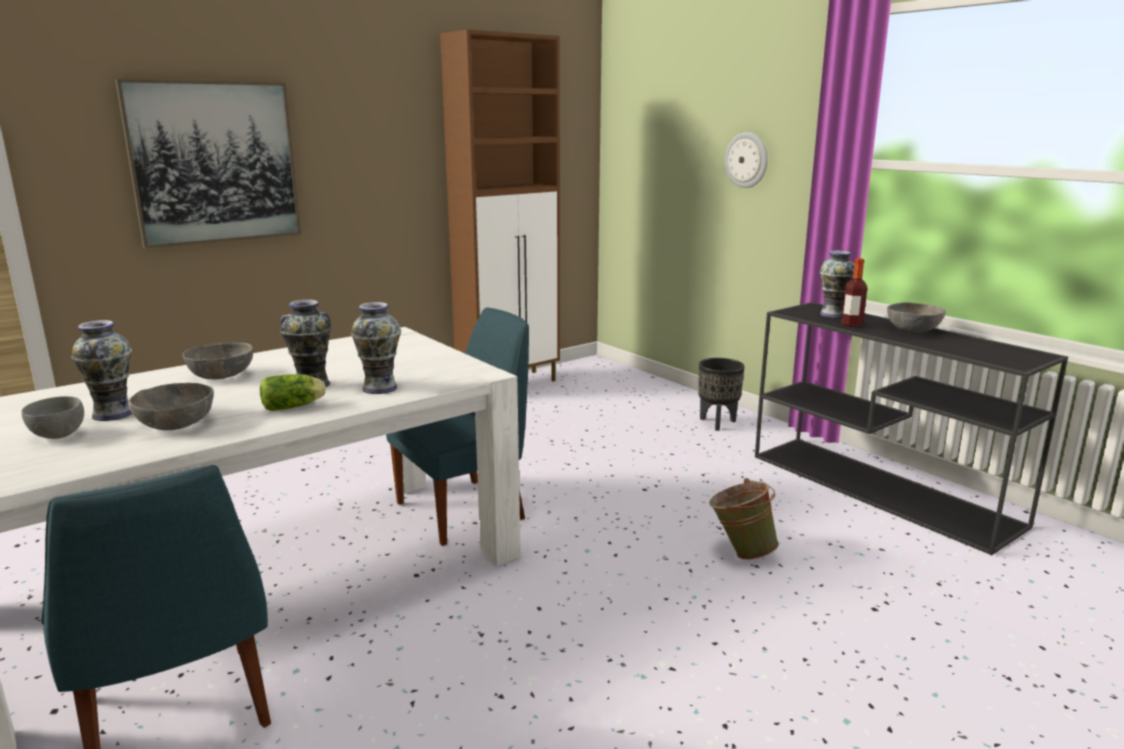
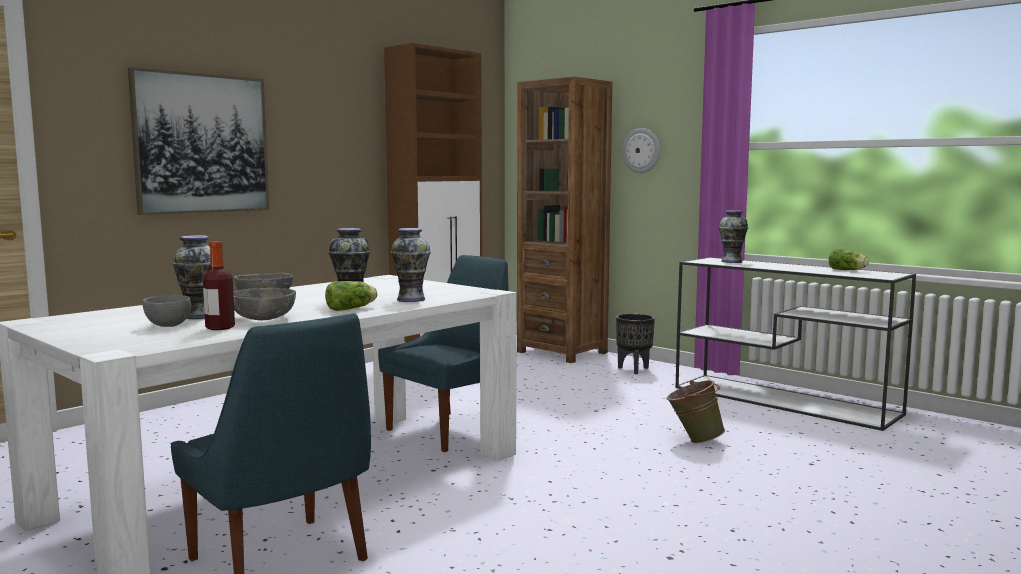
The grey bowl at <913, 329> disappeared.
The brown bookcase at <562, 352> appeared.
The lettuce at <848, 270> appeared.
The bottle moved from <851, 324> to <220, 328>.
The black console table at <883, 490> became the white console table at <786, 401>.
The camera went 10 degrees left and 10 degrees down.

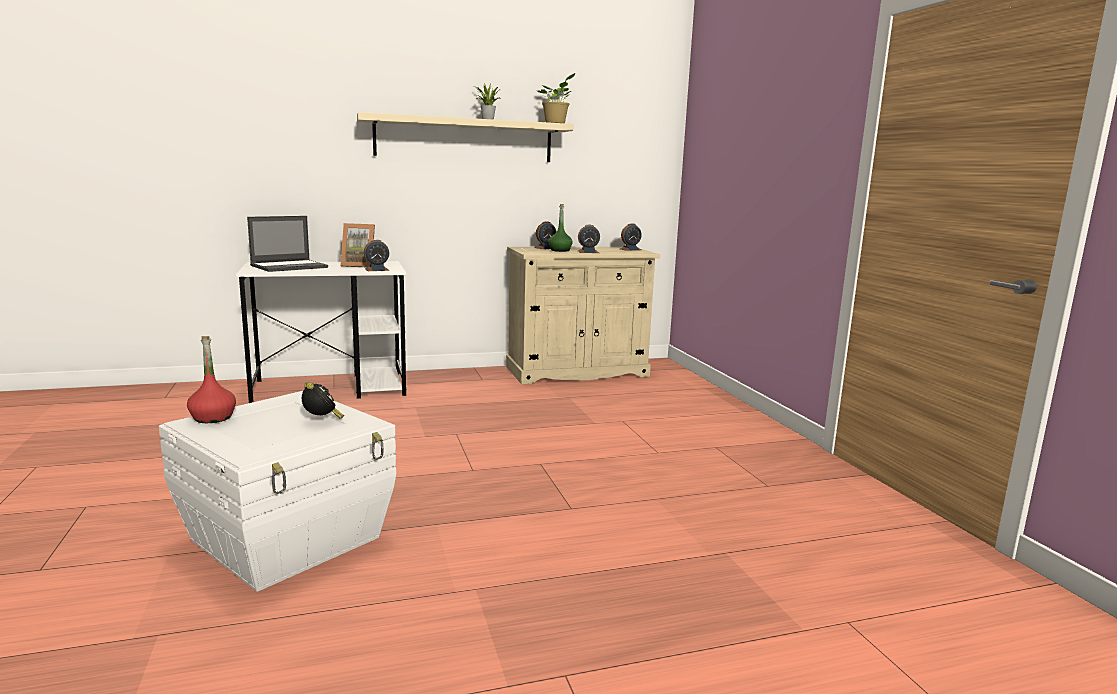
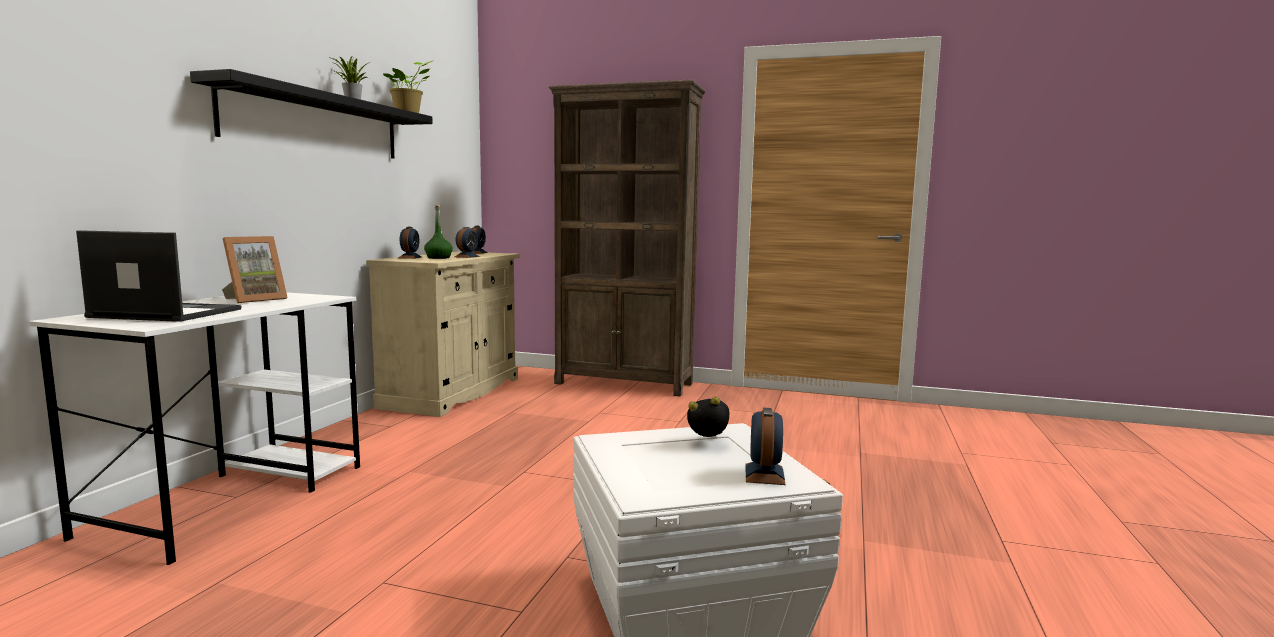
The red bottle at <213, 418> disappeared.
The brown bookcase at <624, 384> appeared.
The alarm clock moved from <377, 269> to <764, 474>.
The beige shelf at <464, 139> became the black shelf at <317, 124>.
The laptop at <290, 266> turned 75 degrees counterclockwise.
The camera went 55 degrees left and 5 degrees down.

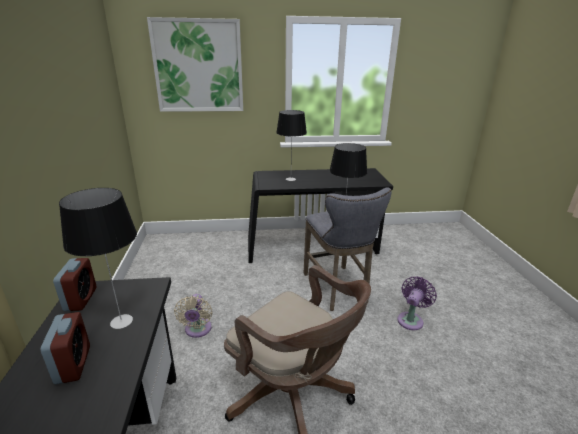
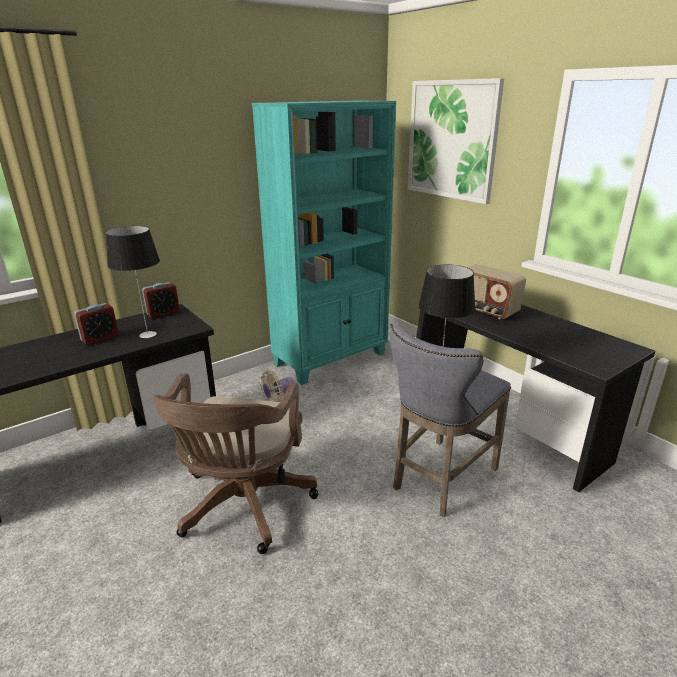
The purple fan at <411, 319> disappeared.
The turquoise bookcase at <331, 359> appeared.
The table lamp at <290, 179> was replaced by the radio at <486, 311>.
The camera went 60 degrees right and 0 degrees up.

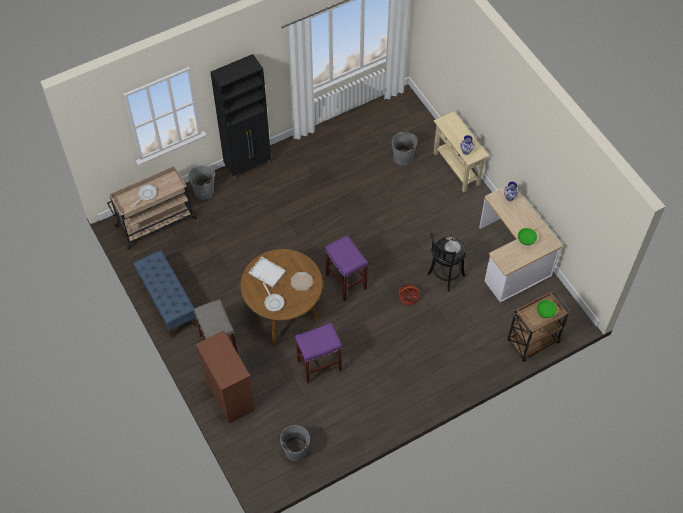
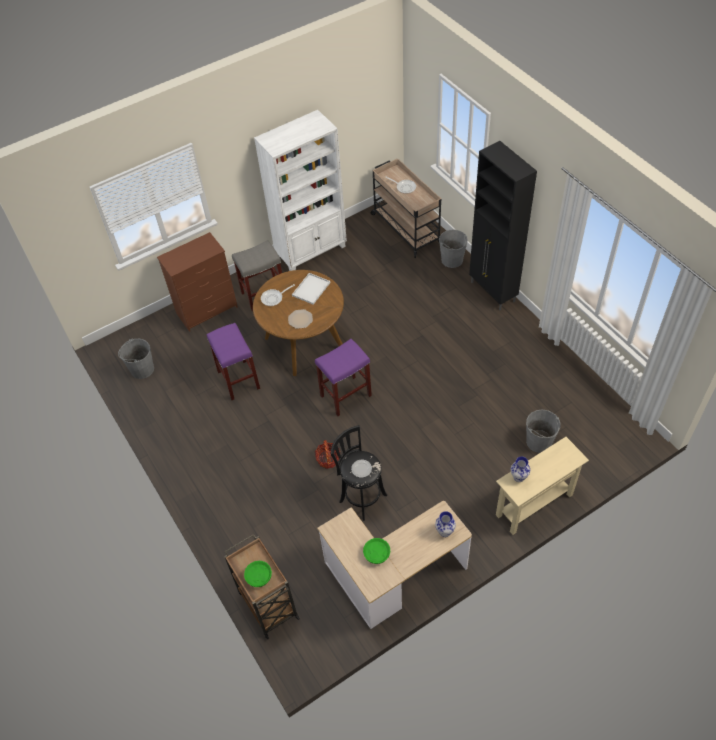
The blue bench at <168, 302> was replaced by the white bookcase at <311, 251>.
The camera went 90 degrees right and 5 degrees down.

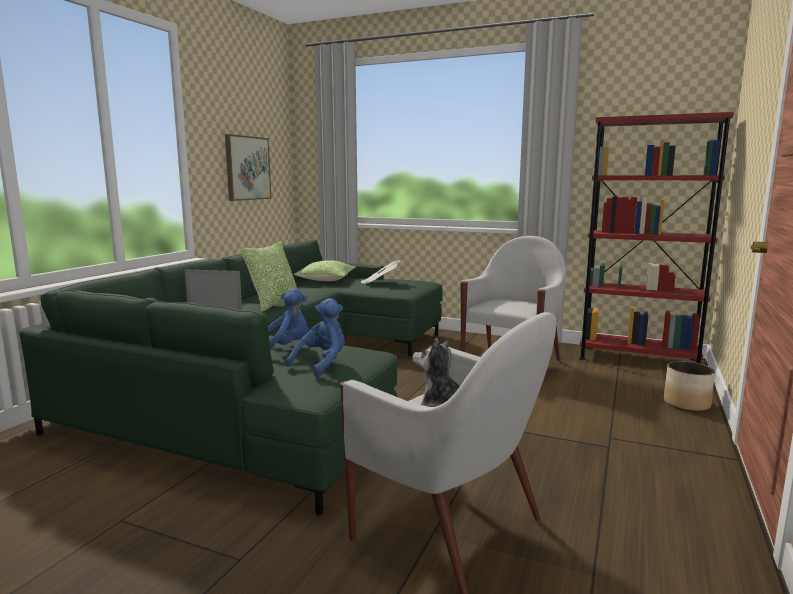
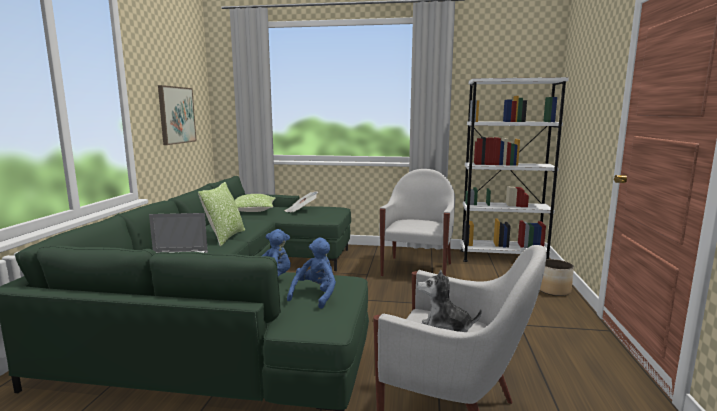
The red bookcase at <637, 359> became the white bookcase at <502, 257>.
The camera went 15 degrees left and 0 degrees up.

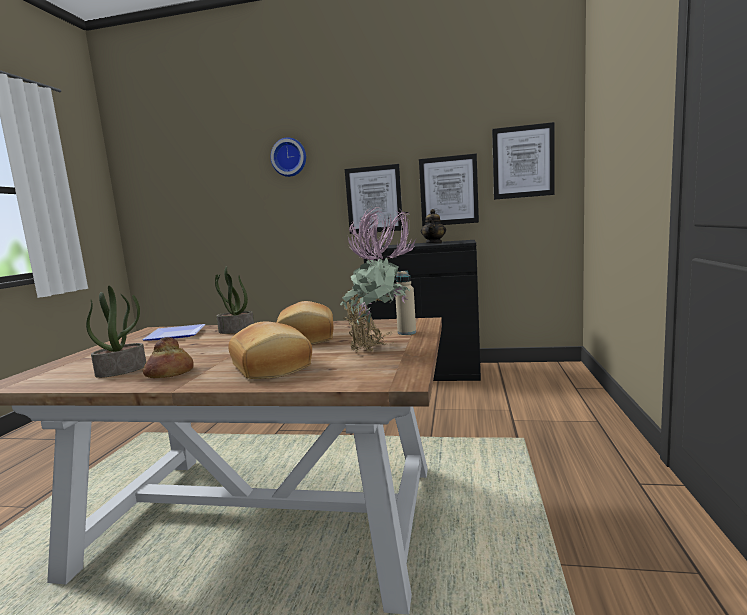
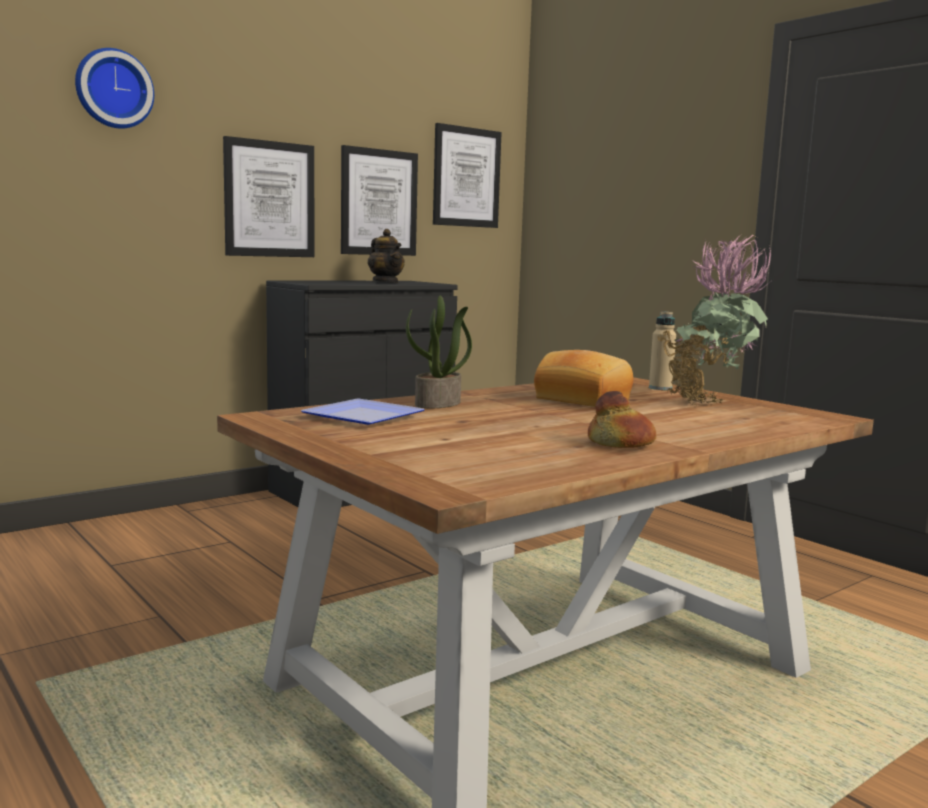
The potted plant at <122, 370> disappeared.
The bread at <273, 366> disappeared.
The camera went 50 degrees left and 0 degrees up.

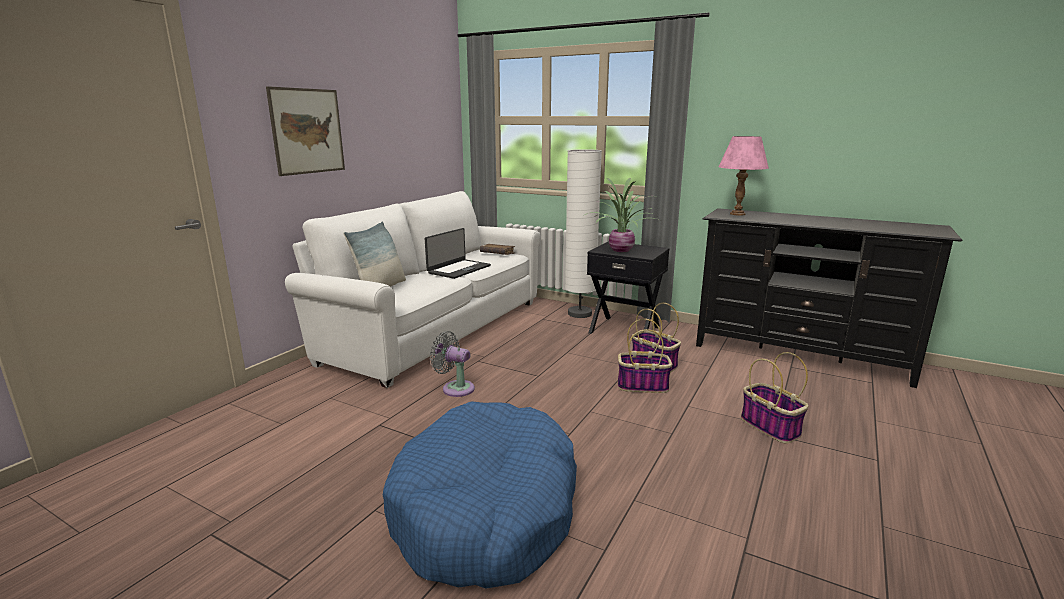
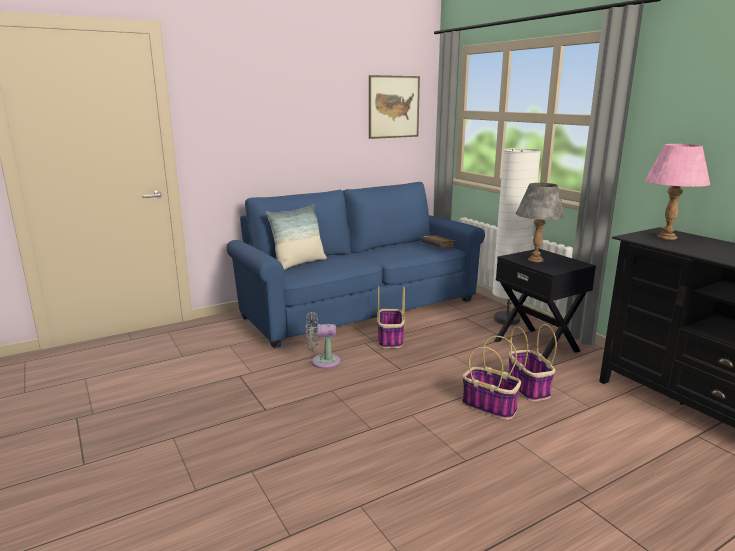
The blue dog bed at <486, 510> disappeared.
The laptop at <458, 269> disappeared.
The picture moved from <307, 131> to <394, 107>.
The basket moved from <771, 427> to <390, 339>.
The potted plant at <621, 250> was replaced by the grey table lamp at <536, 260>.
The white sofa at <433, 329> became the blue sofa at <358, 306>.
The grey fan at <455, 388> turned 60 degrees counterclockwise.
The camera went 30 degrees right and 0 degrees up.

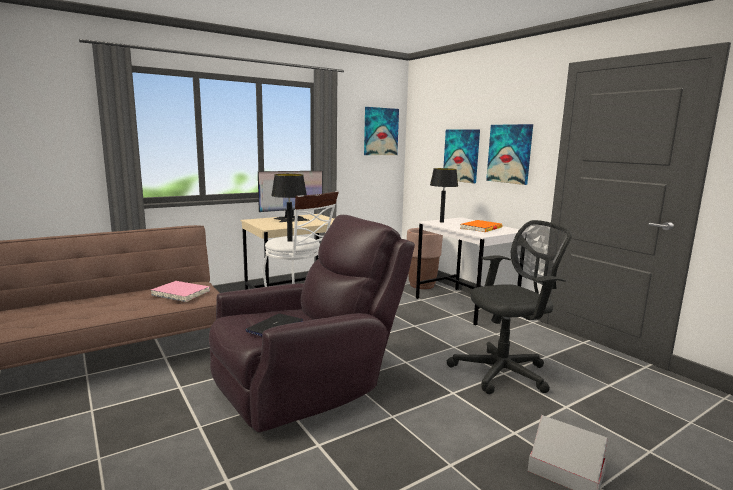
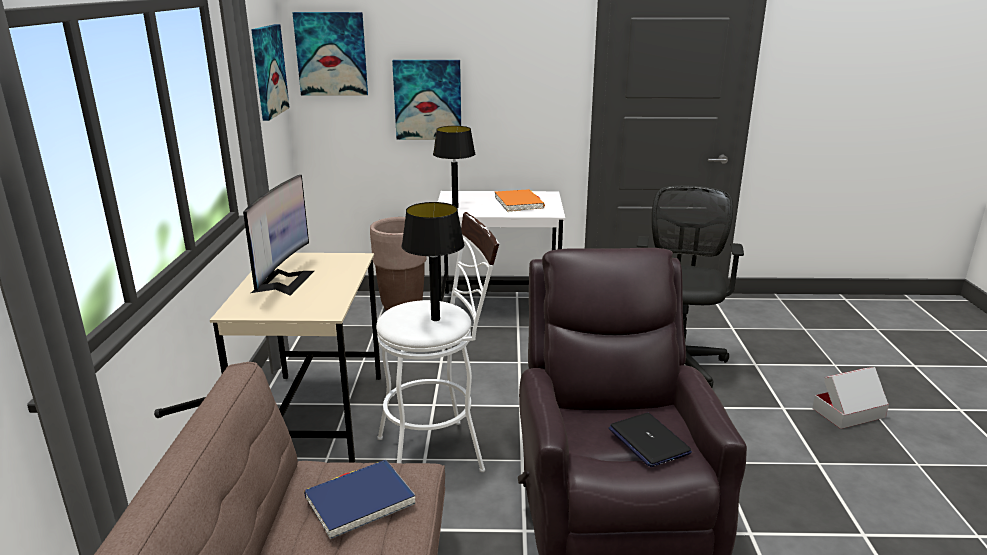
The picture moved from <509, 154> to <331, 54>.
The pink book at <181, 293> became the blue book at <360, 501>.
The camera went 55 degrees left and 10 degrees up.

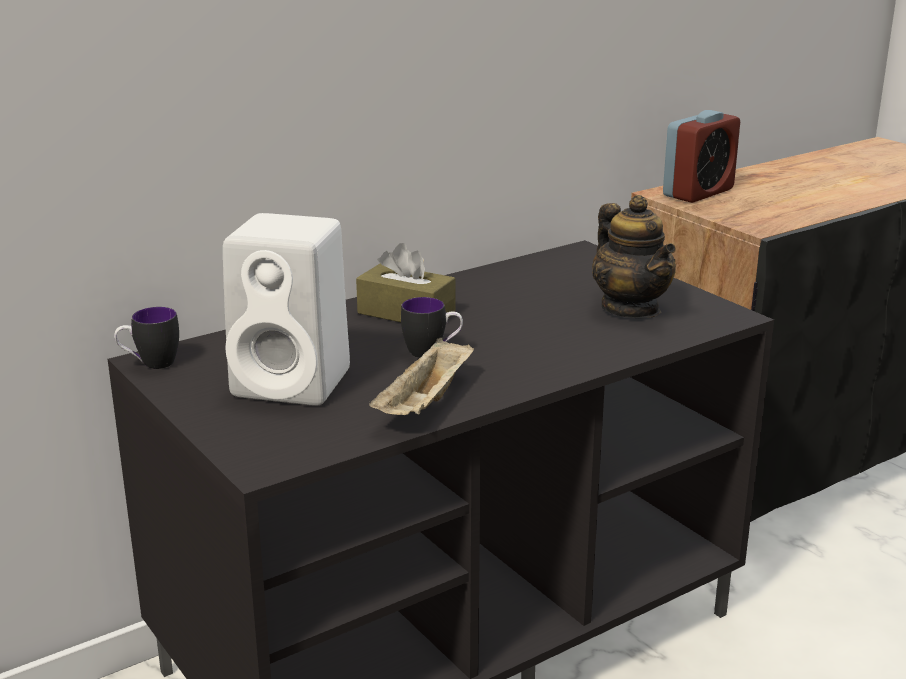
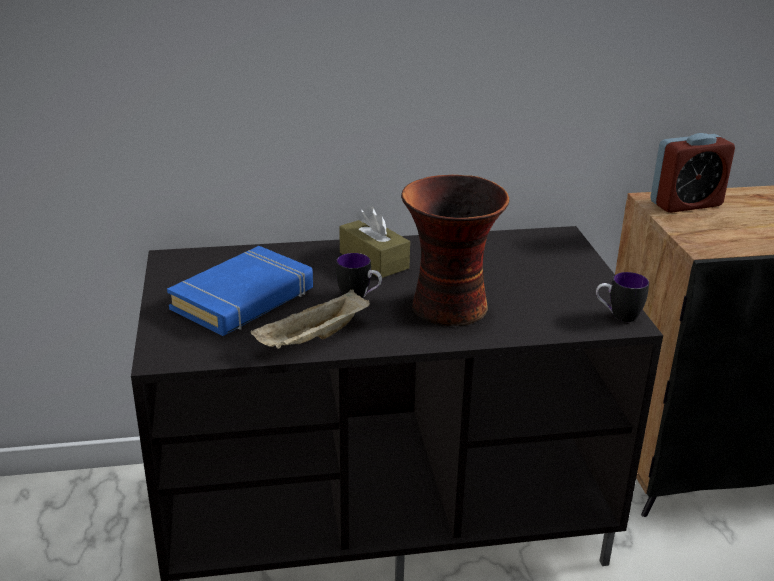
The teapot at <631, 308> disappeared.
The vase at <449, 308> appeared.
The mug moved from <150, 364> to <617, 316>.
The white speaker at <296, 383> was replaced by the blue book at <244, 299>.
The camera went 25 degrees right and 5 degrees up.

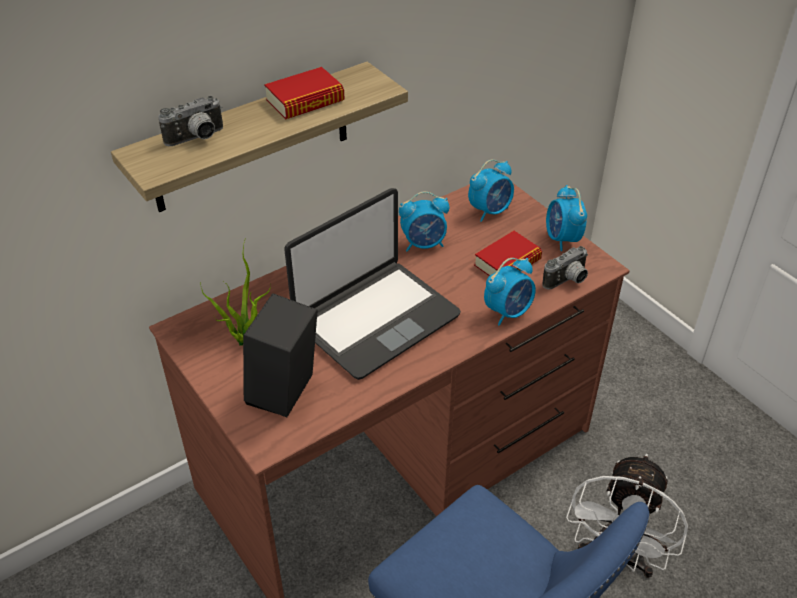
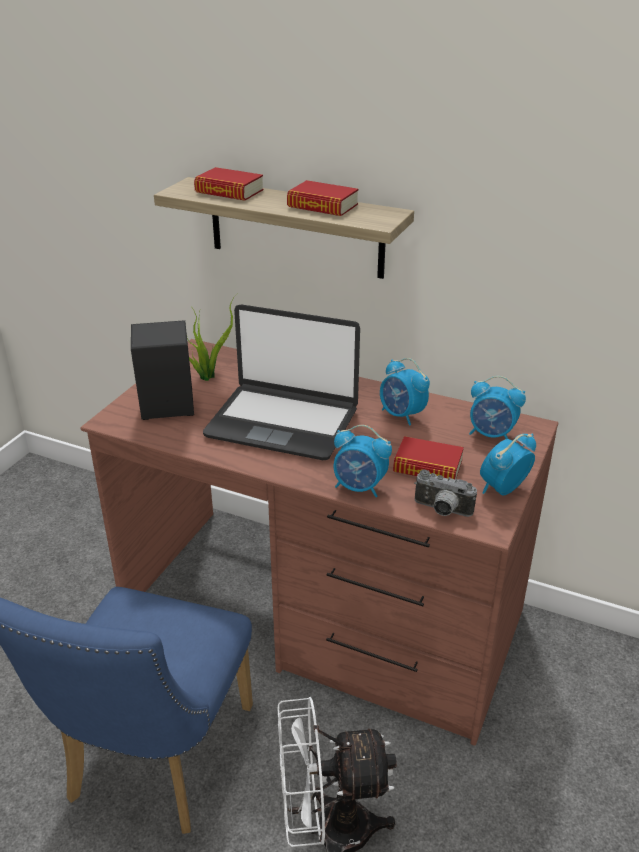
The photo camera at <197, 139> was replaced by the book at <229, 191>.
The camera went 60 degrees right and 10 degrees down.

